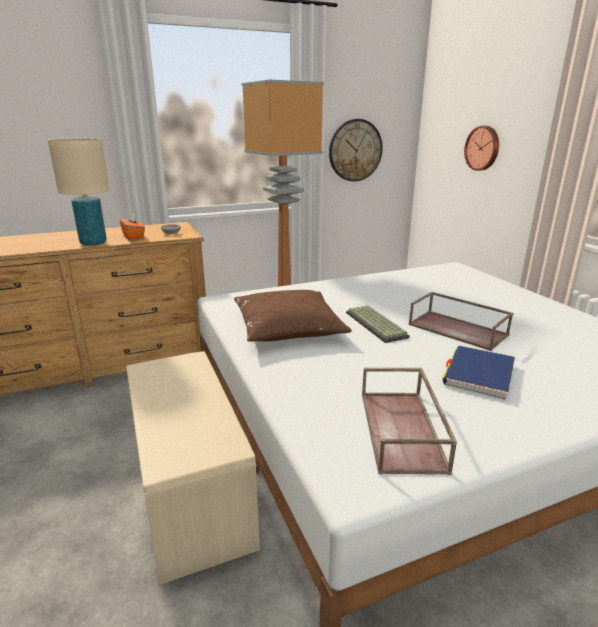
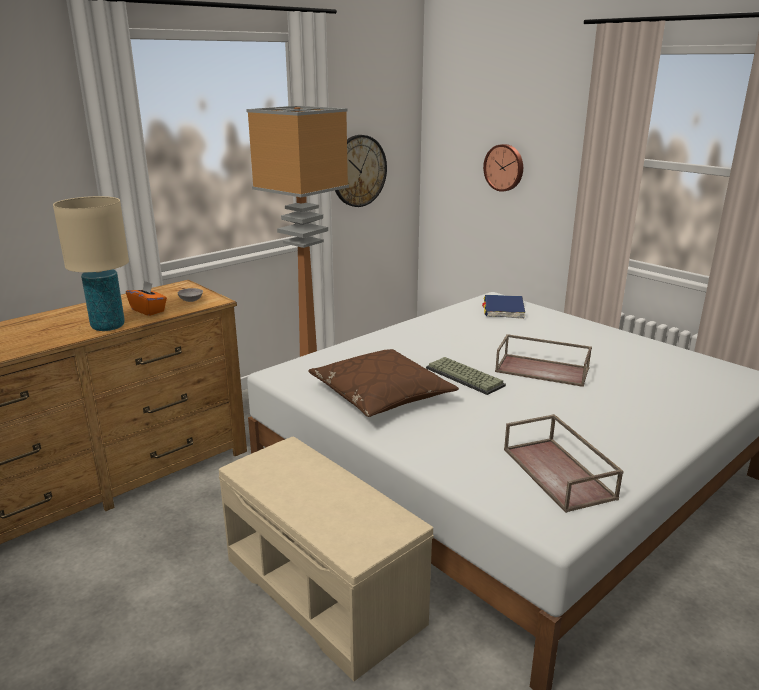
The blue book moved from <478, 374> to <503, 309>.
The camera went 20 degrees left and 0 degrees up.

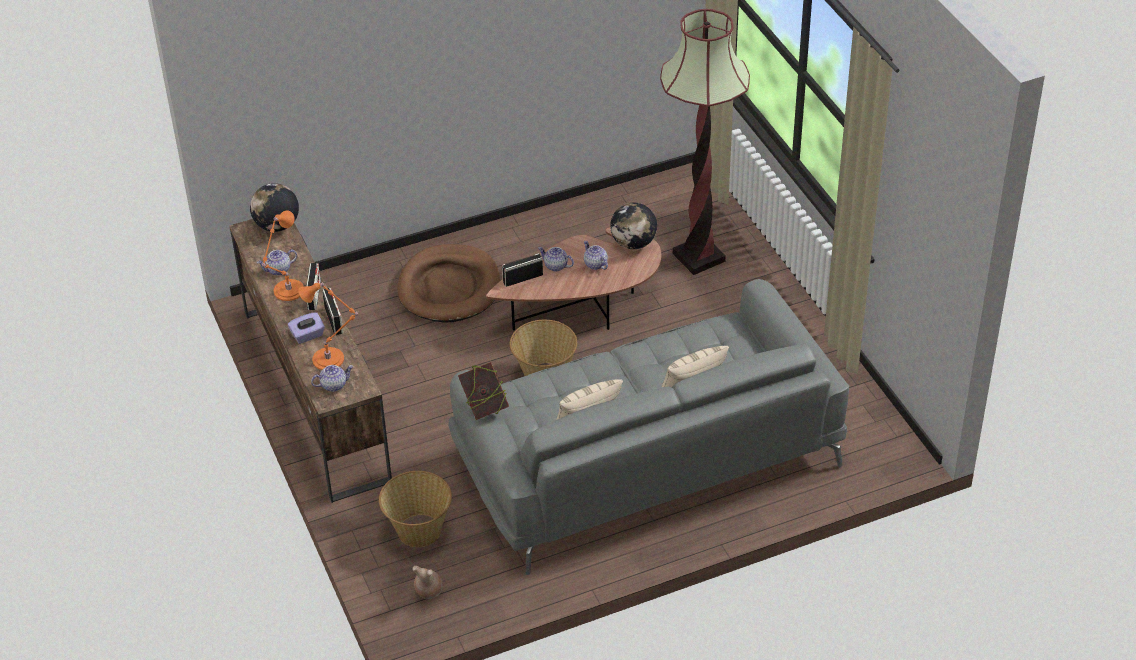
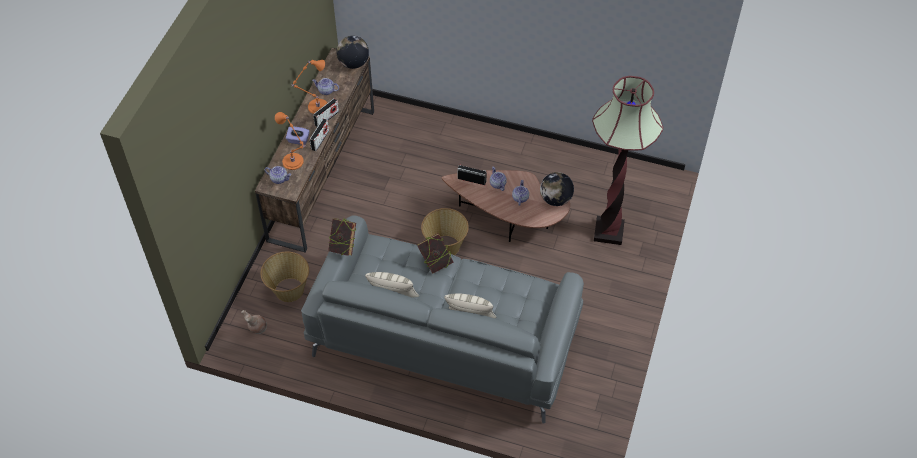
The brown dog bed at <449, 288> disappeared.
The book at <435, 262> appeared.
The camera went 40 degrees right and 10 degrees up.

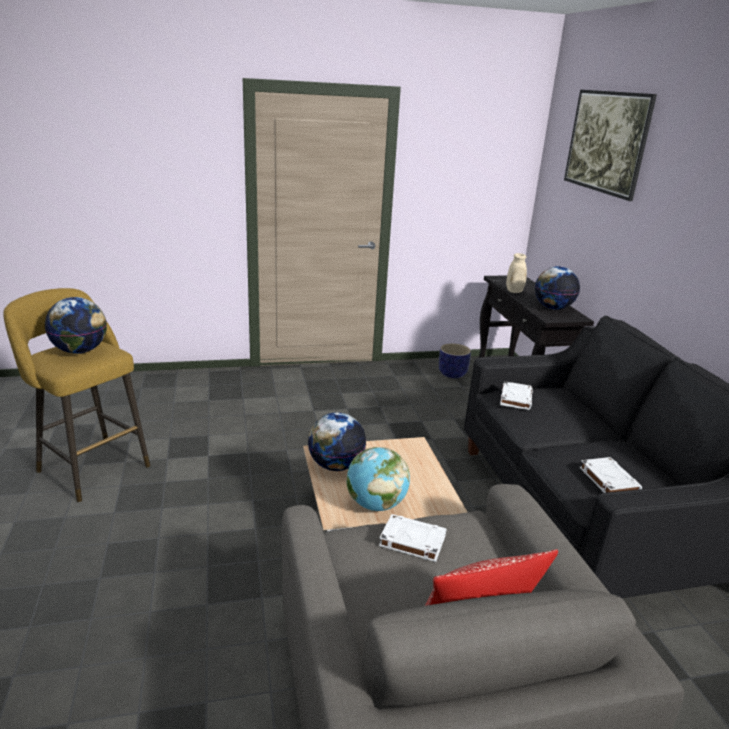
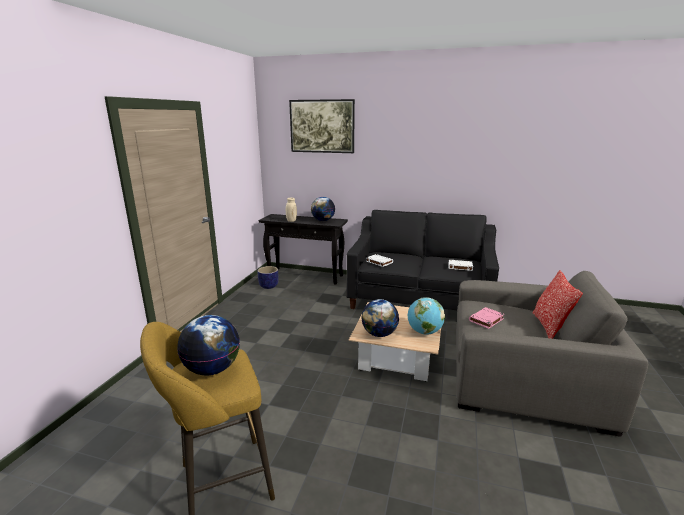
The white book at <411, 541> became the pink book at <486, 320>.
The camera went 60 degrees left and 5 degrees down.

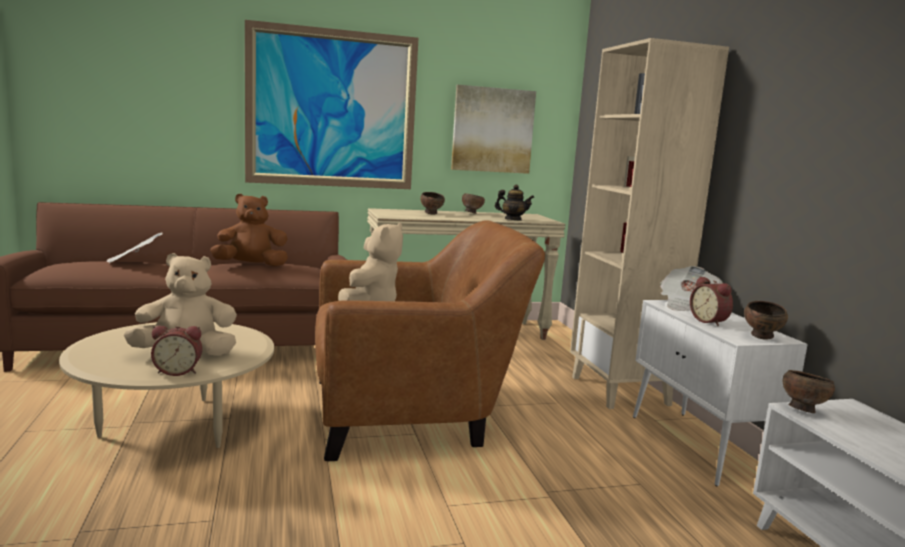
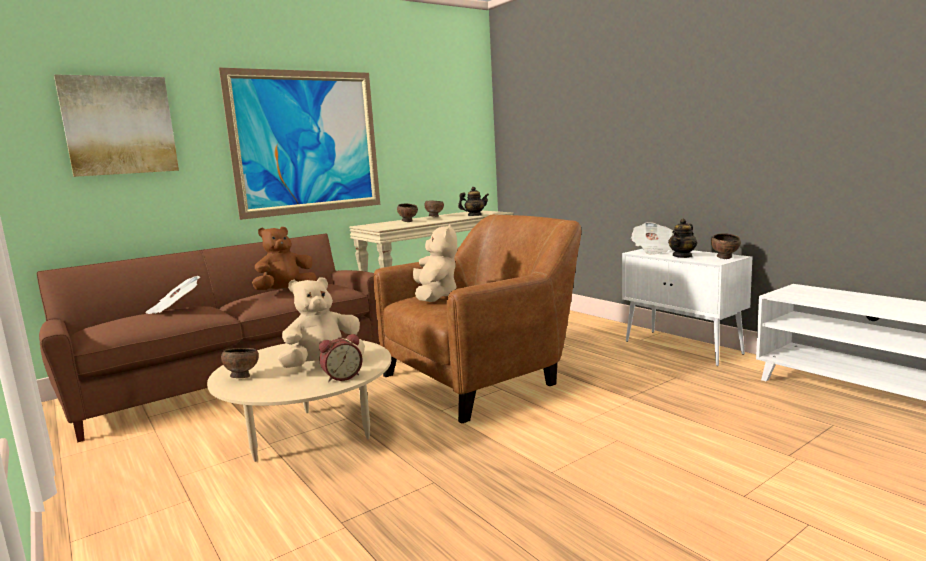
The beige bookcase at <620, 391> disappeared.
The picture moved from <492, 130> to <119, 125>.
The brown bowl moved from <802, 410> to <242, 377>.
The alarm clock at <710, 321> was replaced by the teapot at <682, 256>.
The camera went 20 degrees left and 0 degrees up.

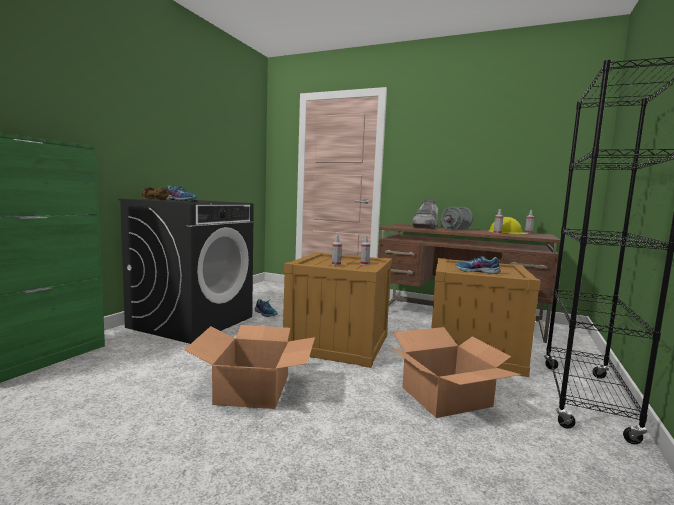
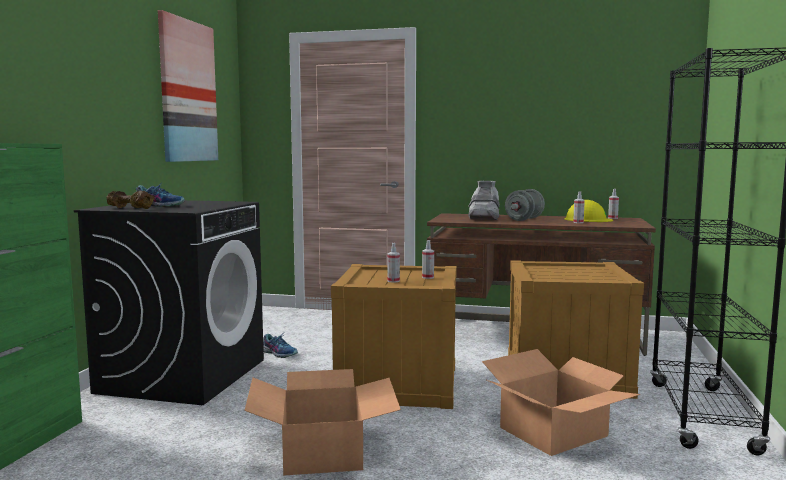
The shoe at <477, 271> disappeared.
The picture at <187, 91> appeared.
The camera went 10 degrees left and 0 degrees up.

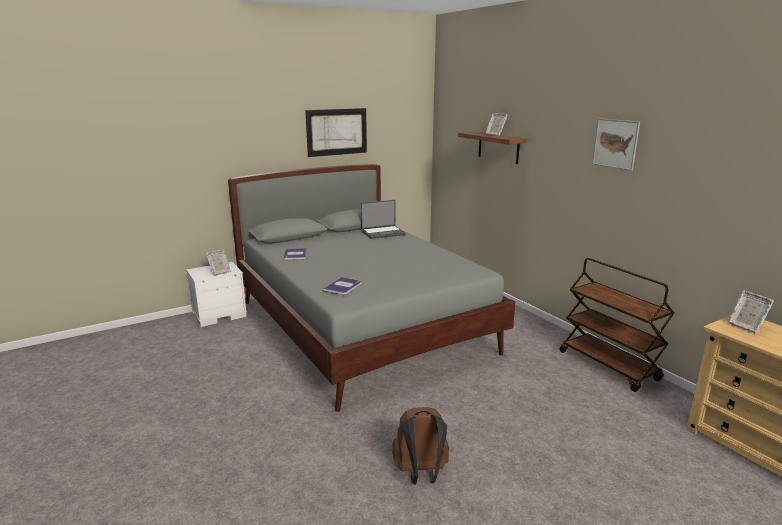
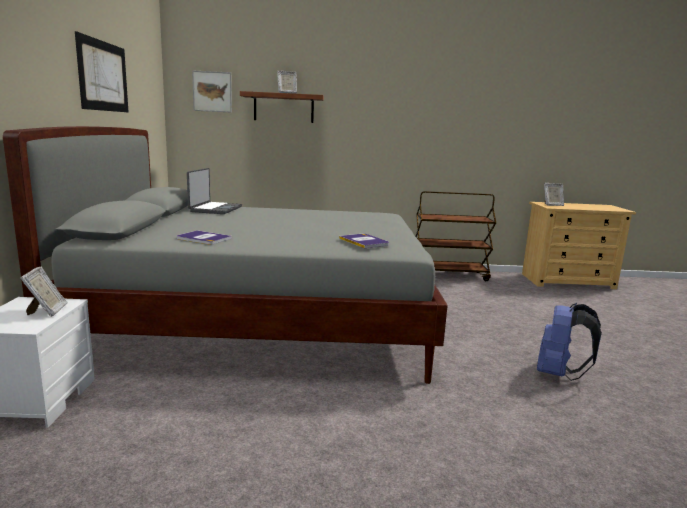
The picture moved from <615, 144> to <212, 91>.
The brown backpack at <421, 474> became the blue backpack at <558, 374>.
The camera went 60 degrees left and 5 degrees down.

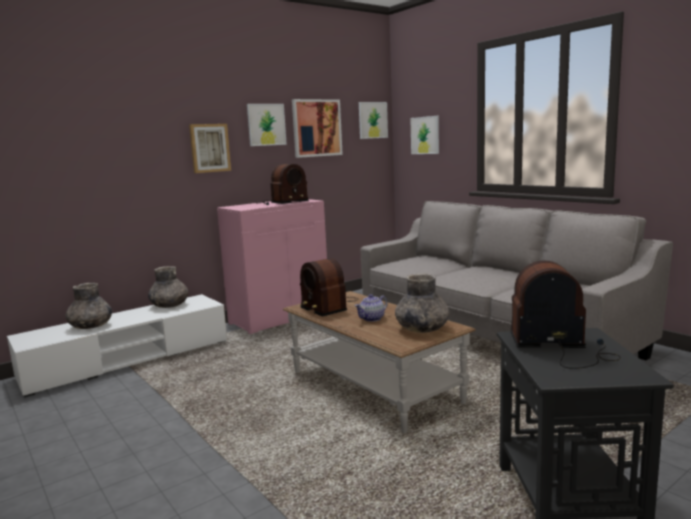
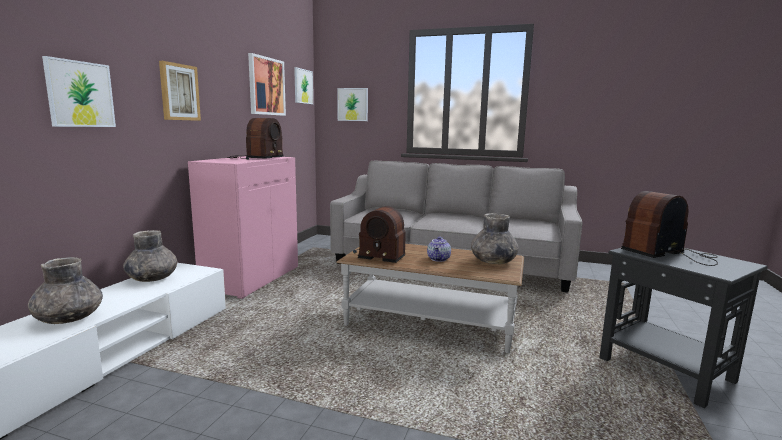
The picture moved from <266, 124> to <80, 94>.
The camera went 35 degrees left and 0 degrees up.

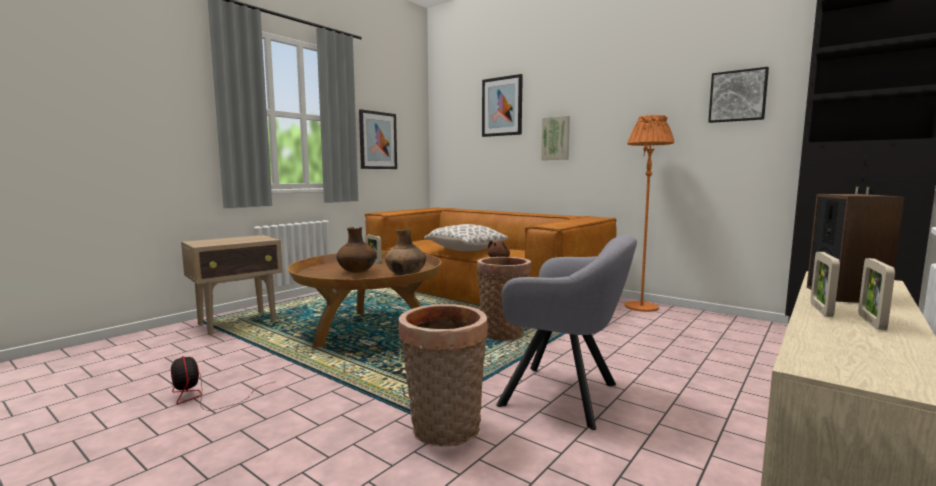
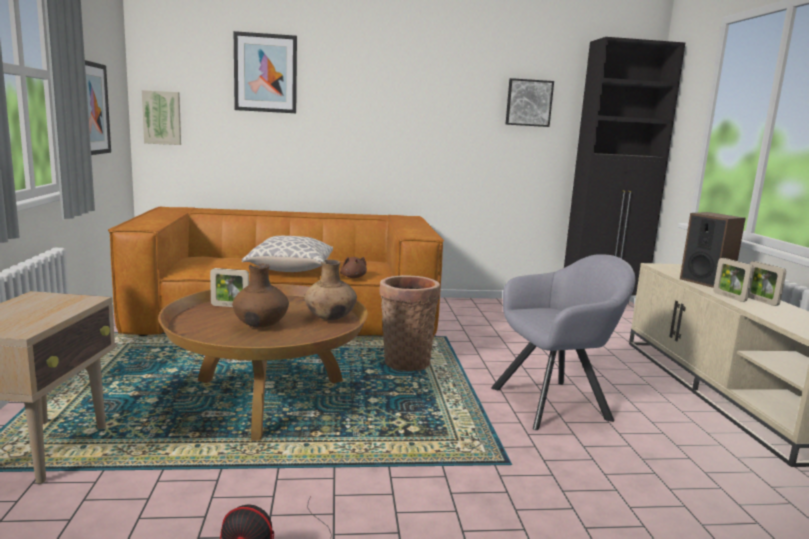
The basket at <444, 431> disappeared.
The orange floor lamp at <641, 307> disappeared.
The picture moved from <556, 138> to <162, 118>.
The camera went 45 degrees left and 5 degrees up.

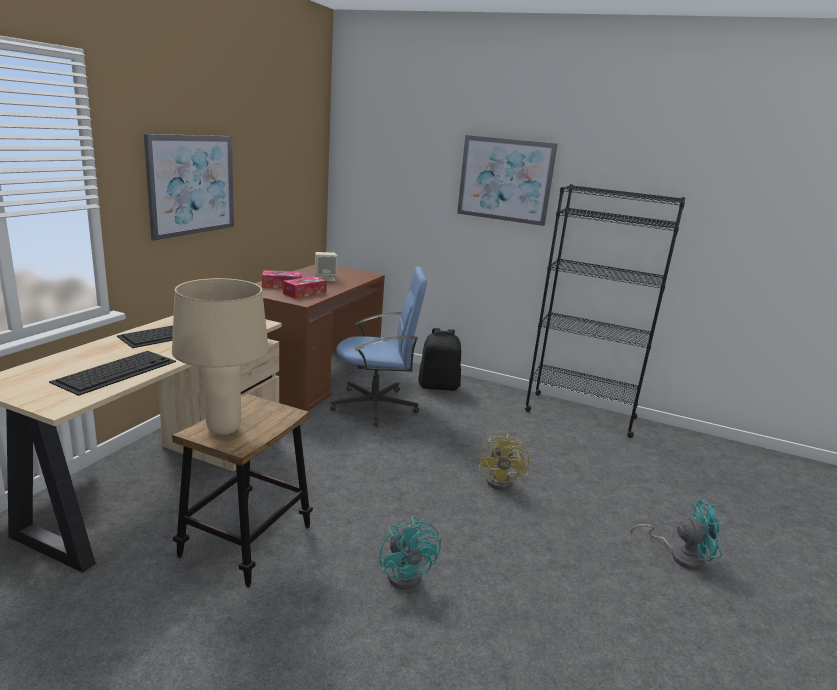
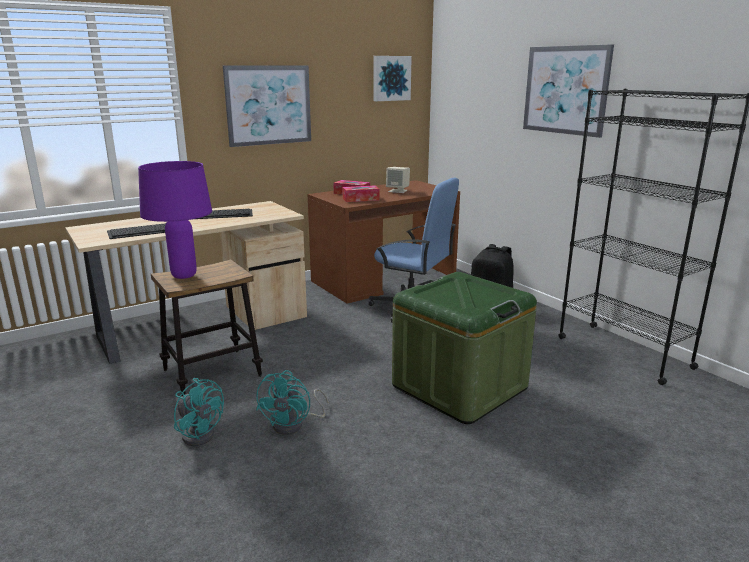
The picture at <391, 78> appeared.
The turquoise fan moved from <680, 555> to <200, 433>.
The yellow fan at <504, 481> was replaced by the green storage box at <459, 387>.
The beige table lamp at <224, 428> became the purple table lamp at <184, 275>.
The camera went 35 degrees right and 0 degrees up.

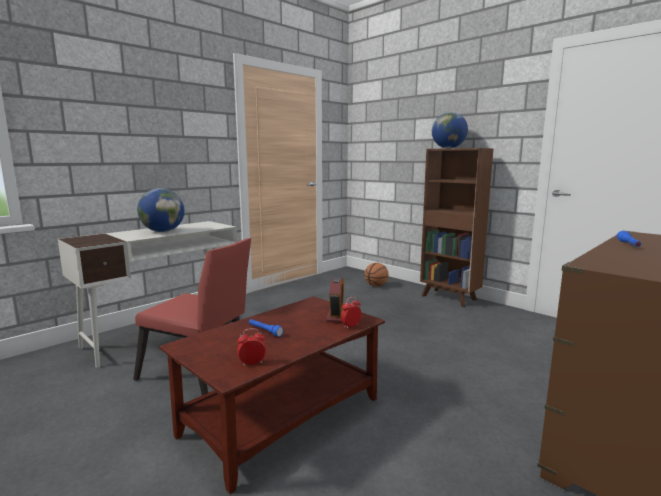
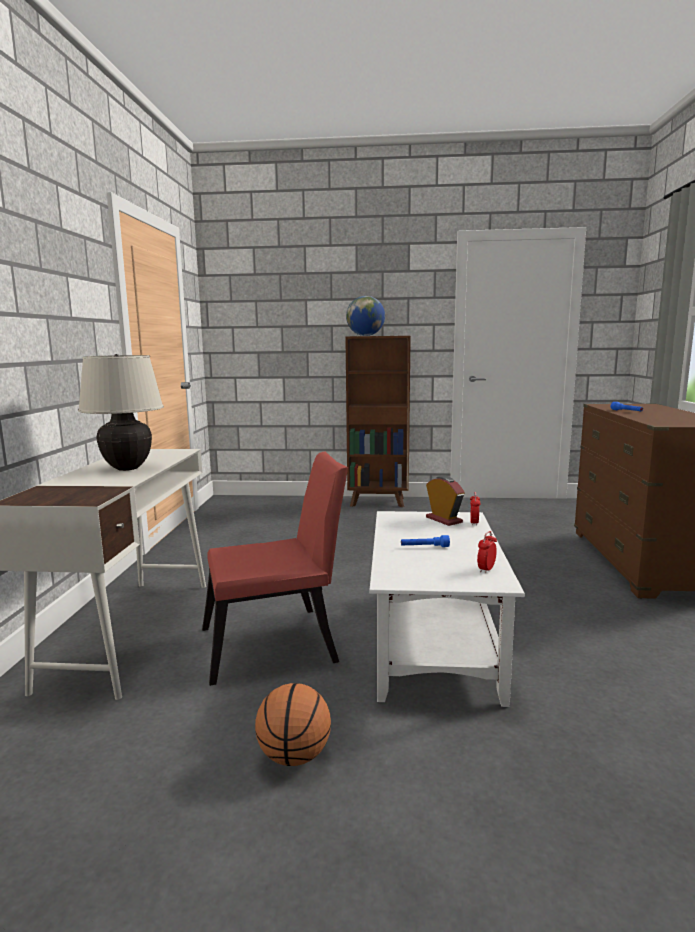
The basketball moved from <376, 286> to <294, 756>.
The globe at <163, 231> was replaced by the beige table lamp at <127, 468>.
The brown coffee table at <281, 417> became the white coffee table at <434, 642>.
The camera went 40 degrees left and 0 degrees up.

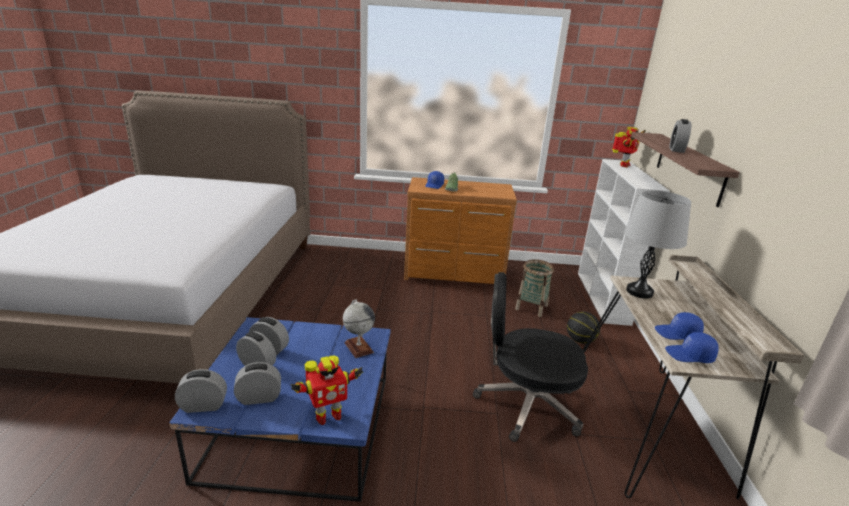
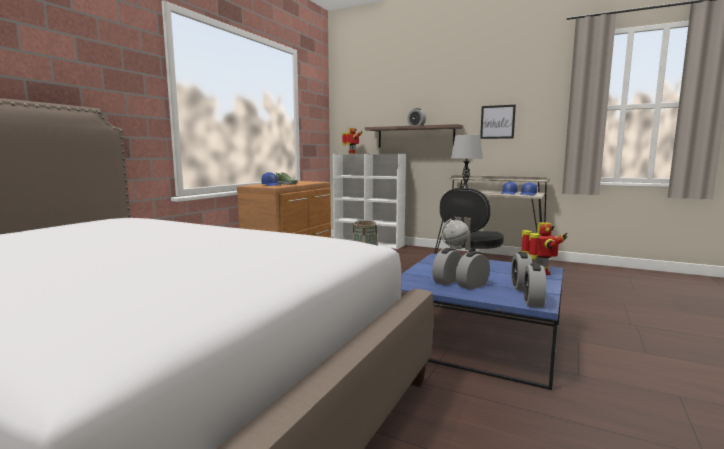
The basketball at <580, 340> disappeared.
The picture at <497, 122> appeared.
The camera went 65 degrees left and 15 degrees down.

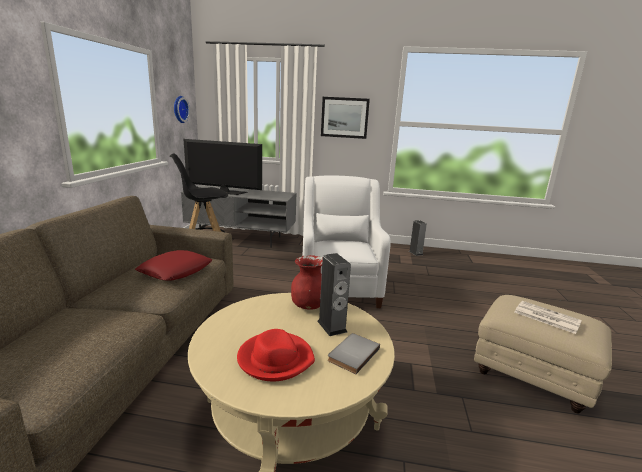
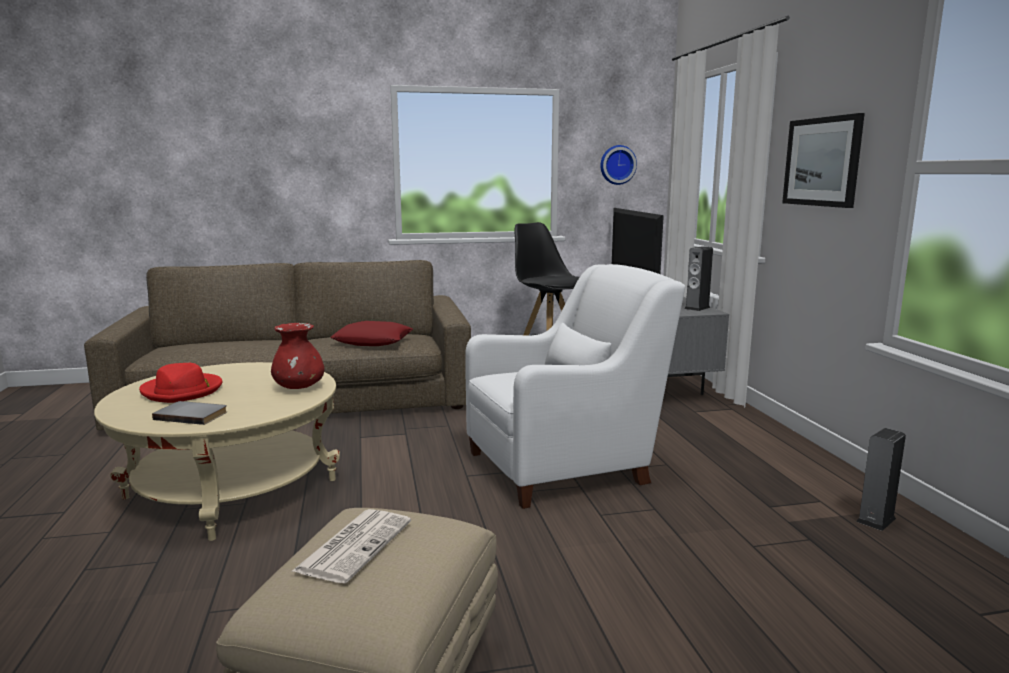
The speaker moved from <332, 326> to <697, 308>.
The camera went 70 degrees right and 5 degrees down.

